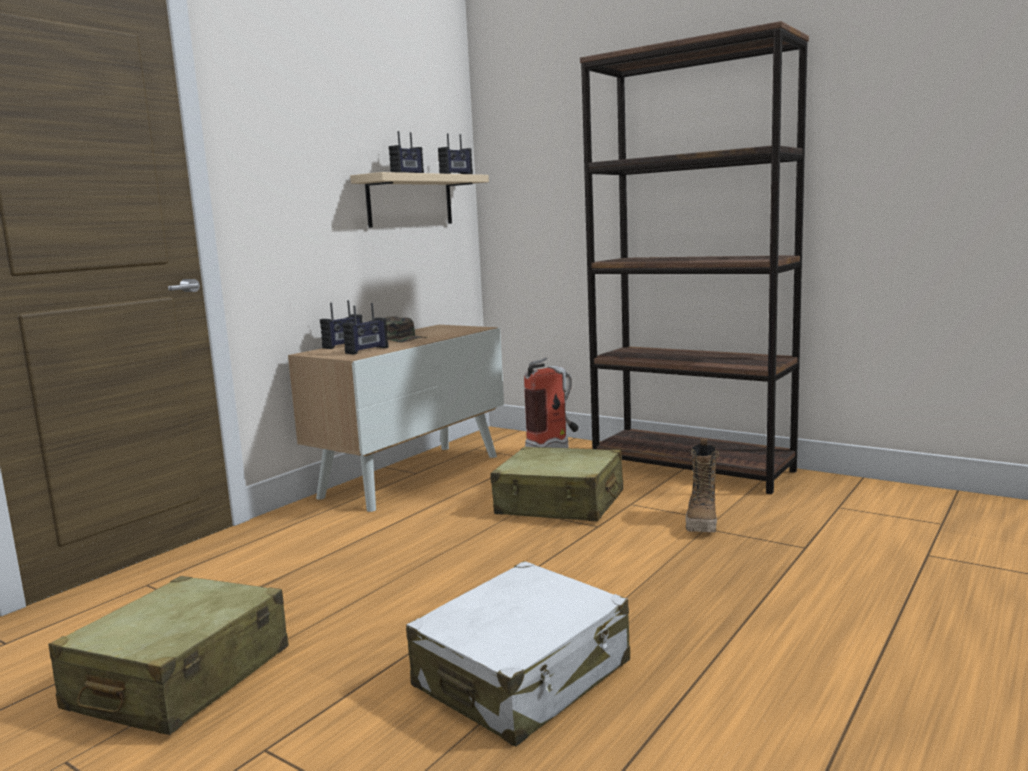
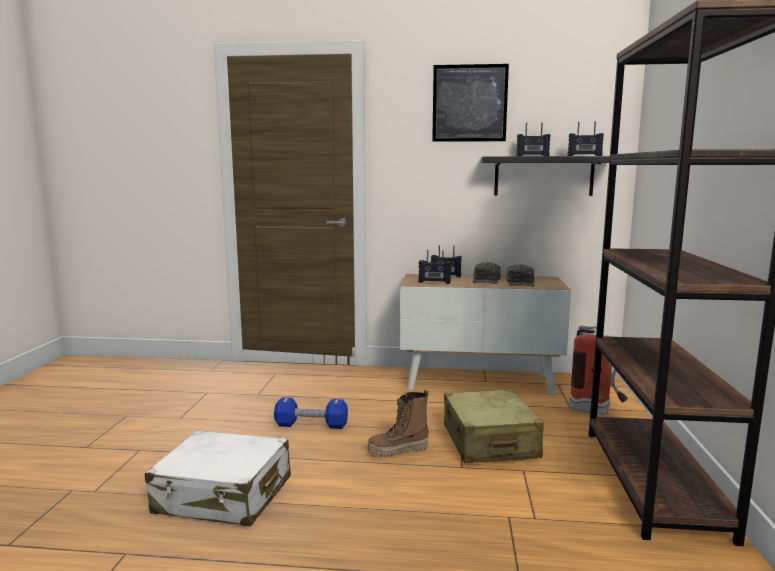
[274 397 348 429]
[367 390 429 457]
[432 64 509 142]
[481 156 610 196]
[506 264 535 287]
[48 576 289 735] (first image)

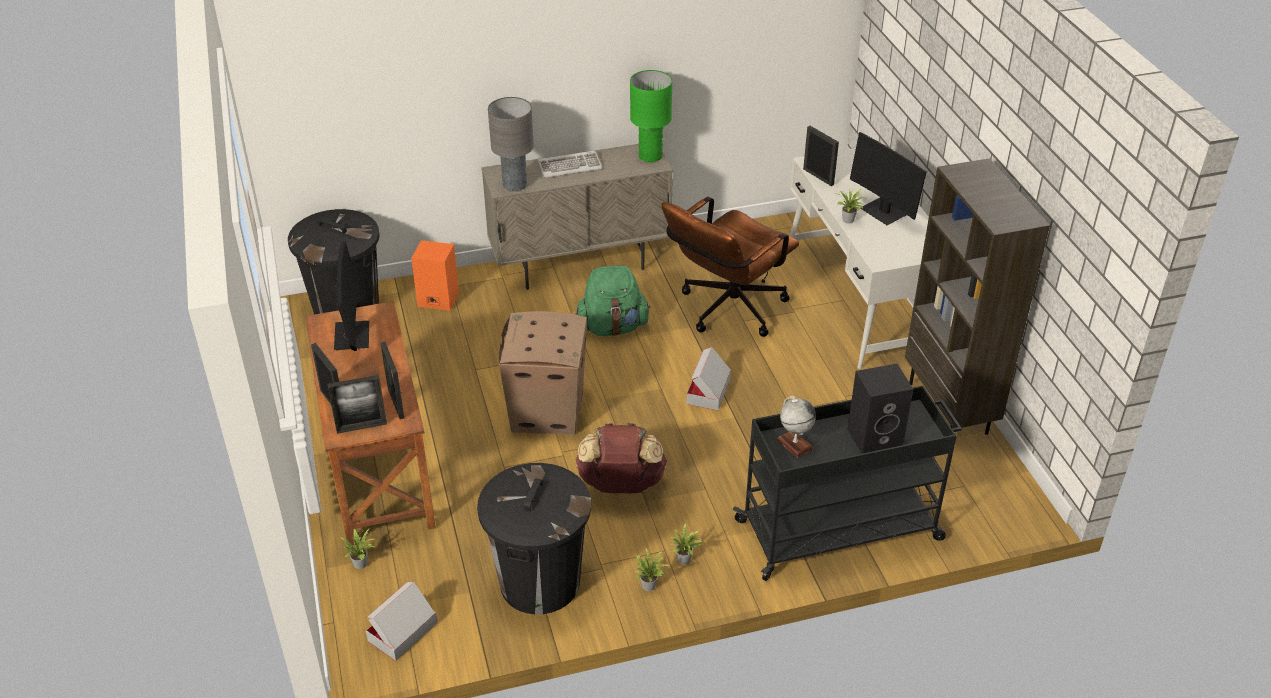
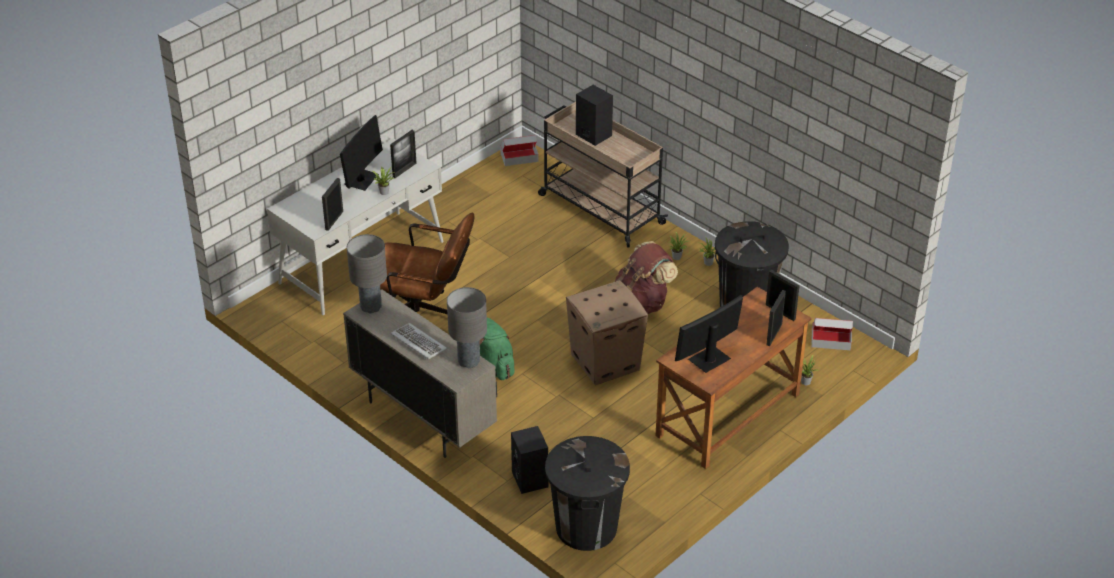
[347 234 387 314]
[390 130 417 178]
[500 135 539 166]
[511 426 548 494]
[538 102 668 248]
[777 396 816 458] (first image)
[905 158 1050 435] (first image)

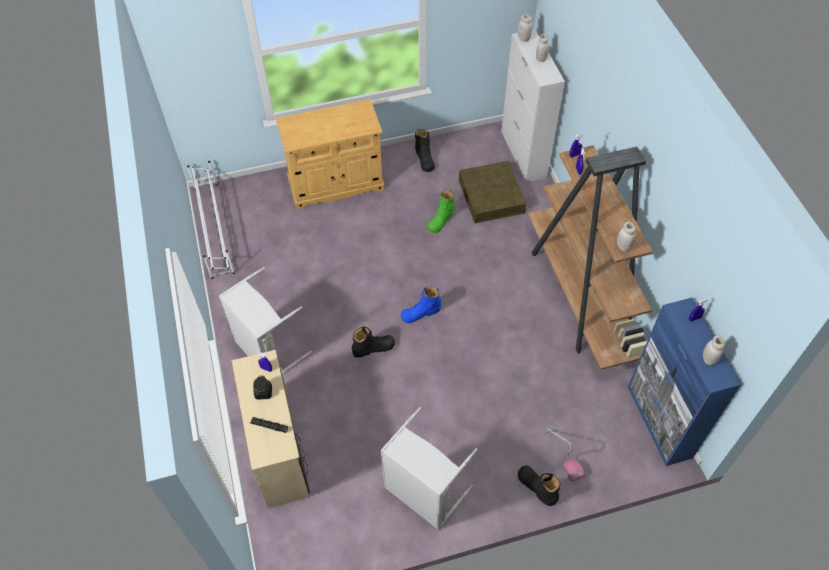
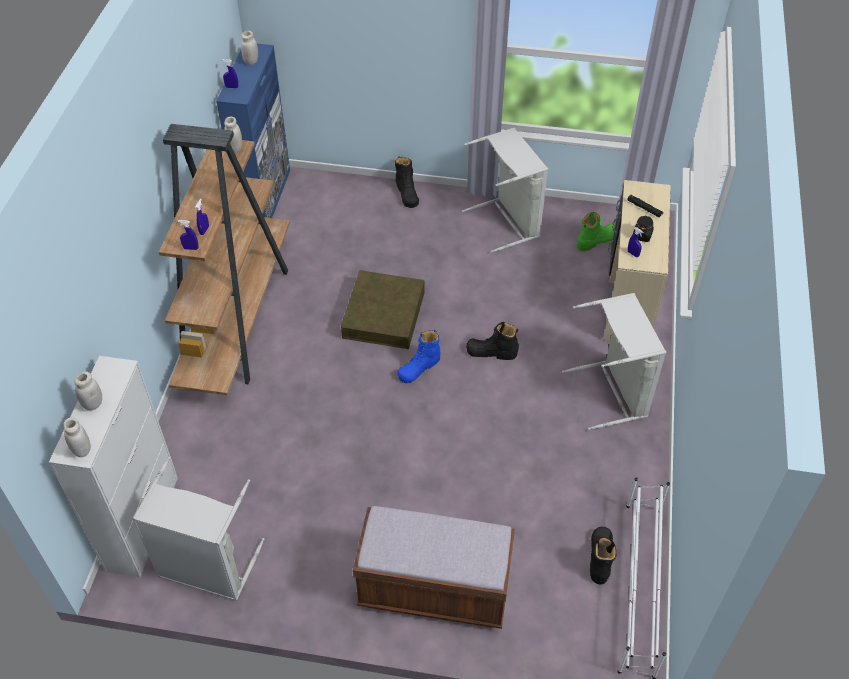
[132 457 265 601]
[341 270 424 349]
[353 506 515 629]
[397 330 440 383]
[577 212 615 251]
[590 527 616 585]
[541 424 585 482] (first image)

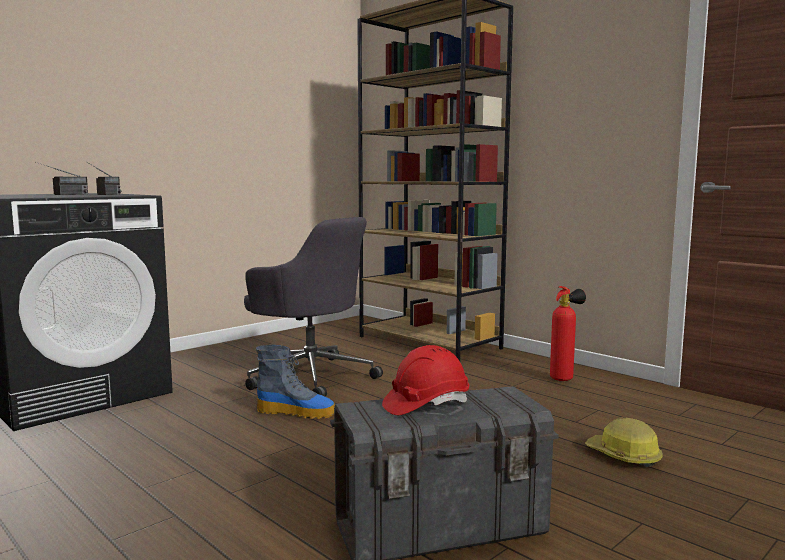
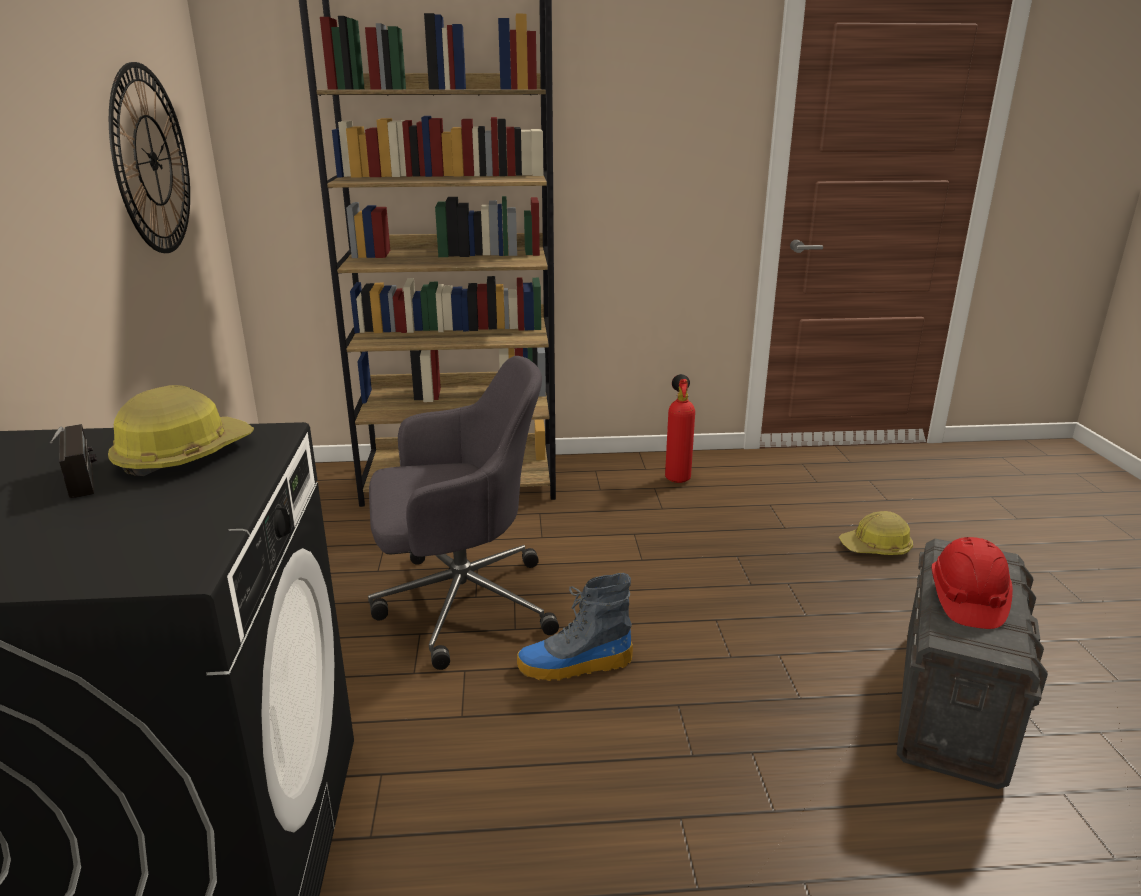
[108 385 254 476]
[109 62 190 253]
[517 573 633 681]

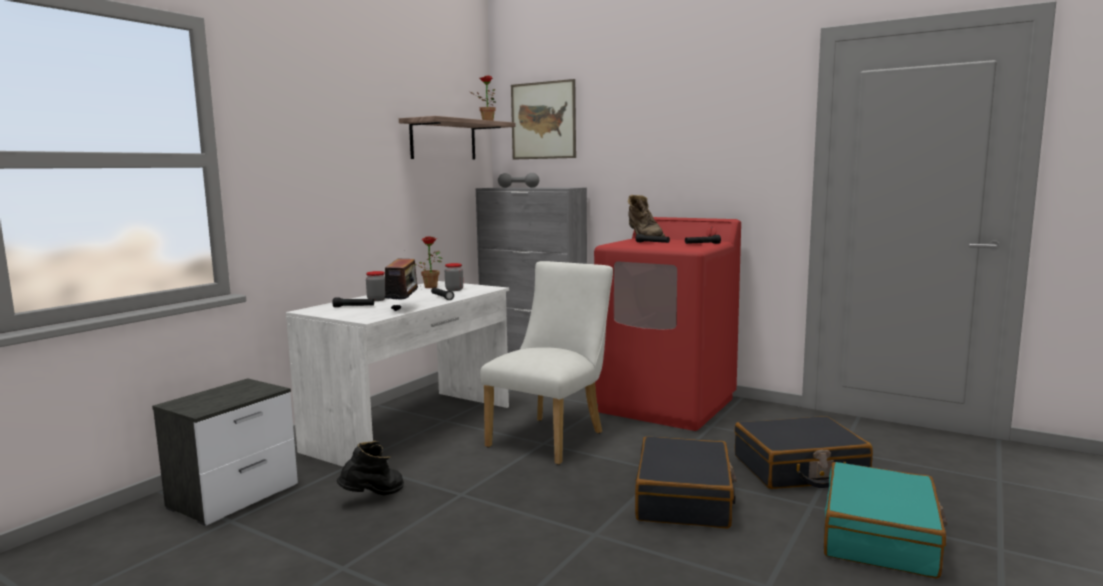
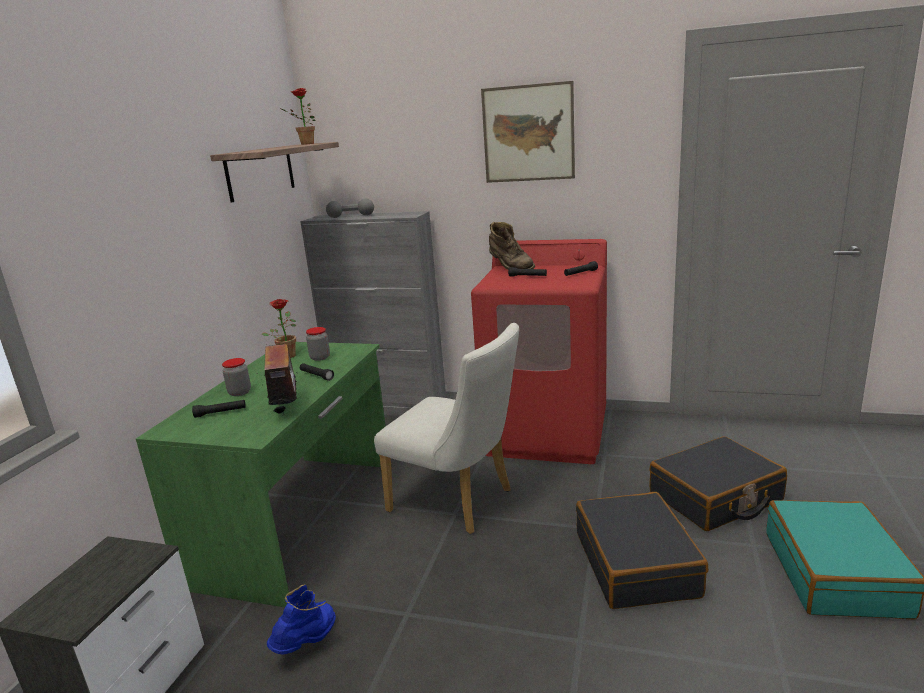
[136 342 386 607]
[267 584 336 654]
[374 323 519 534]
[481 81 575 183]

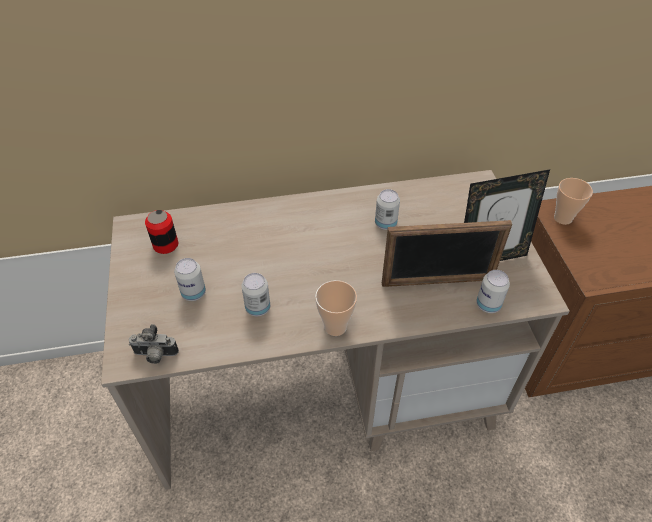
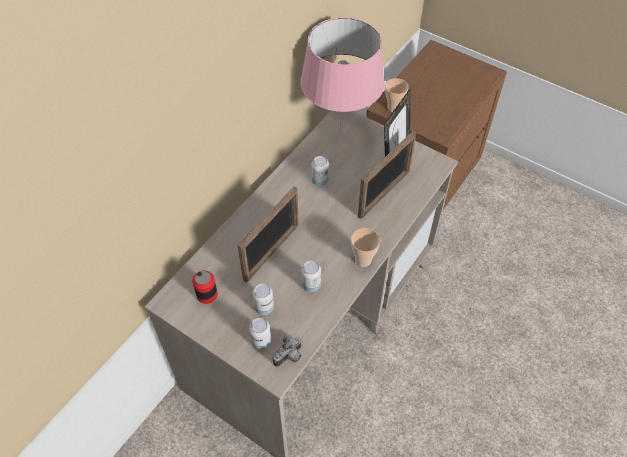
[238 186 299 283]
[249 318 271 350]
[300 17 385 135]

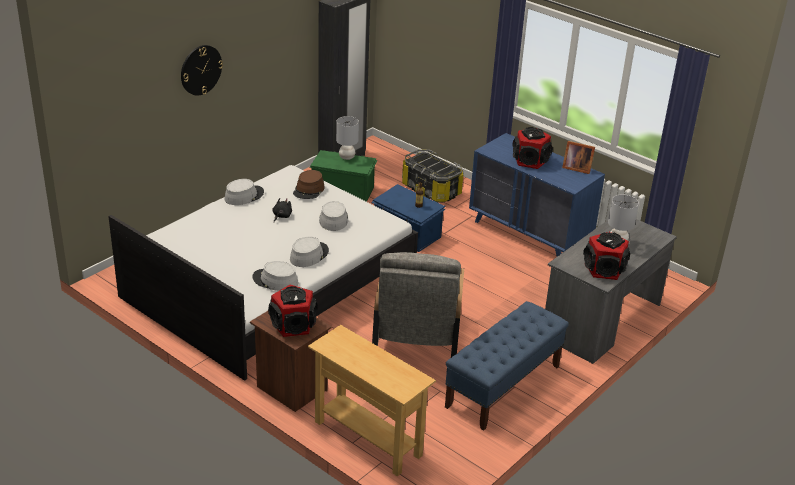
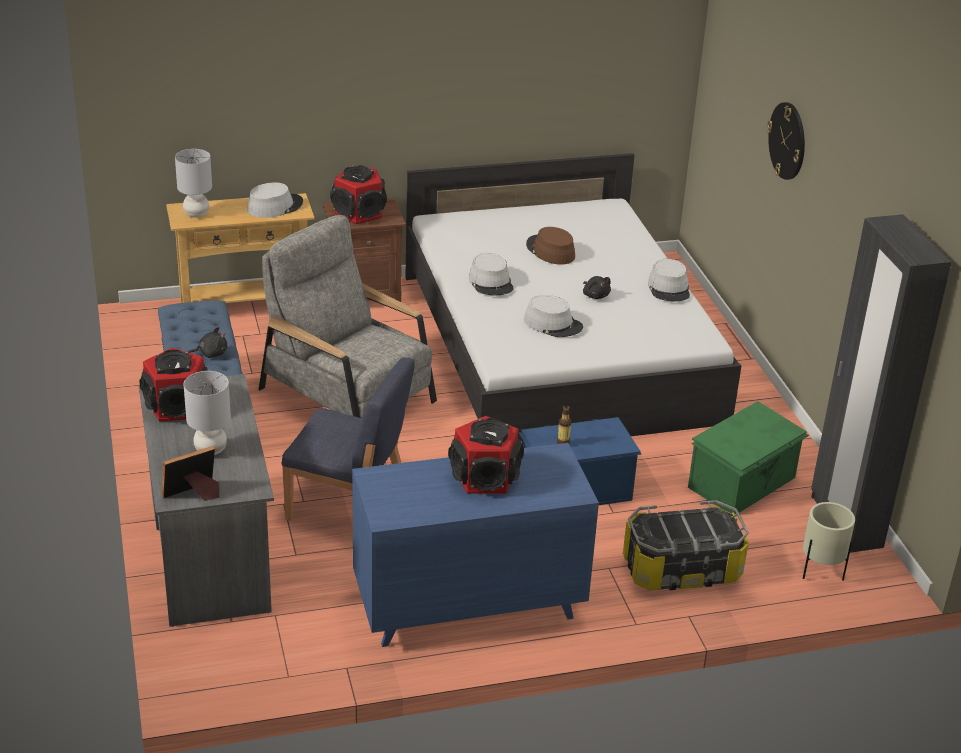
[162 446 219 501]
[175 149 212 218]
[188 327 227 358]
[247 182 303 218]
[282 357 415 520]
[526 227 575 265]
[803 502 855 581]

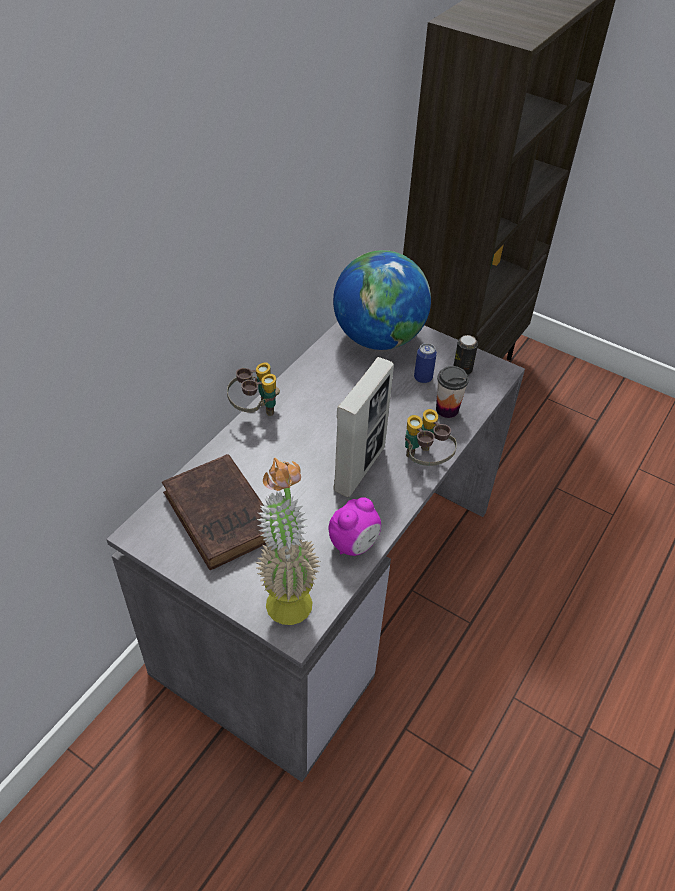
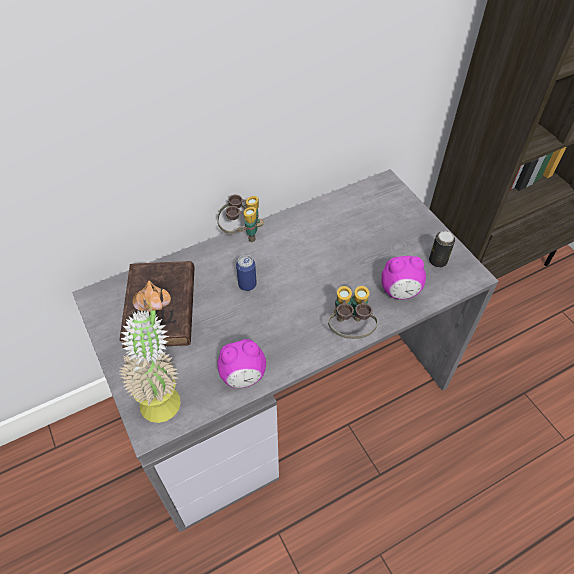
[236 255 257 291]
[381 256 426 299]
[333 250 431 350] (first image)
[333 357 394 497] (first image)

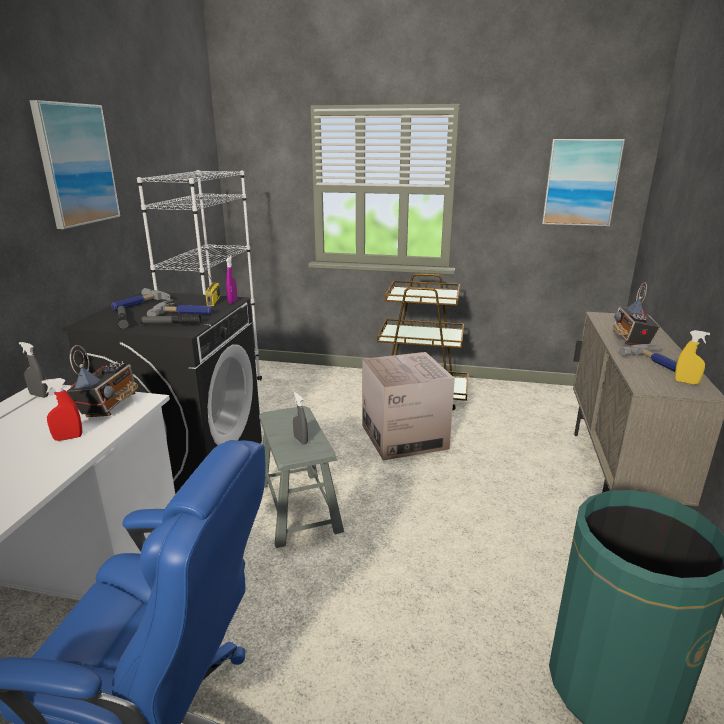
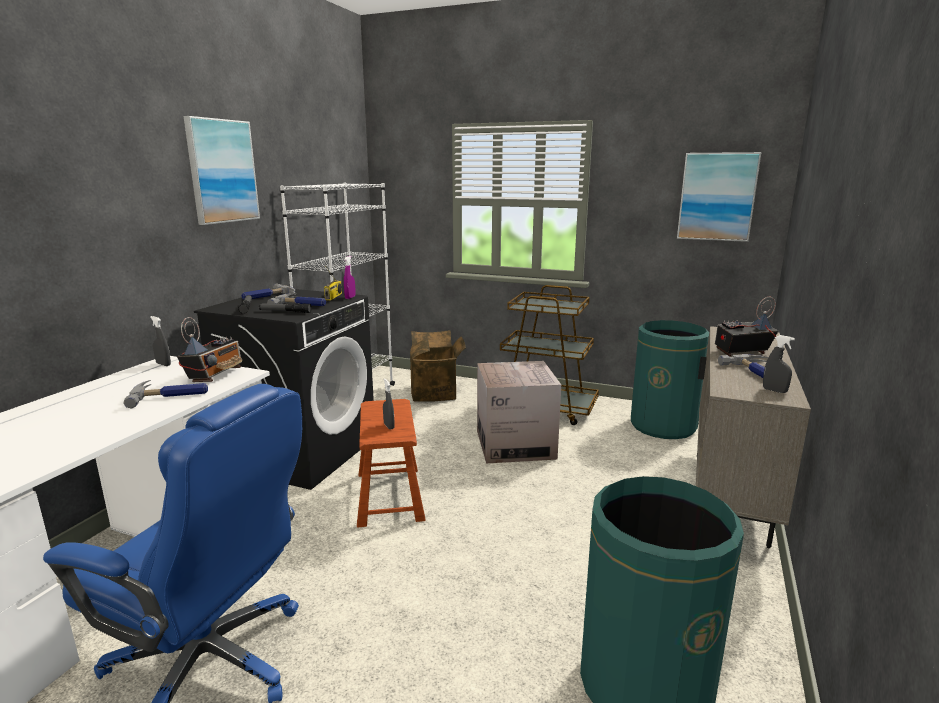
[123 380 208 409]
[357 399 426 528]
[410 330 466 401]
[631 320 709 439]
[715 297 778 356]
[763 335 795 393]

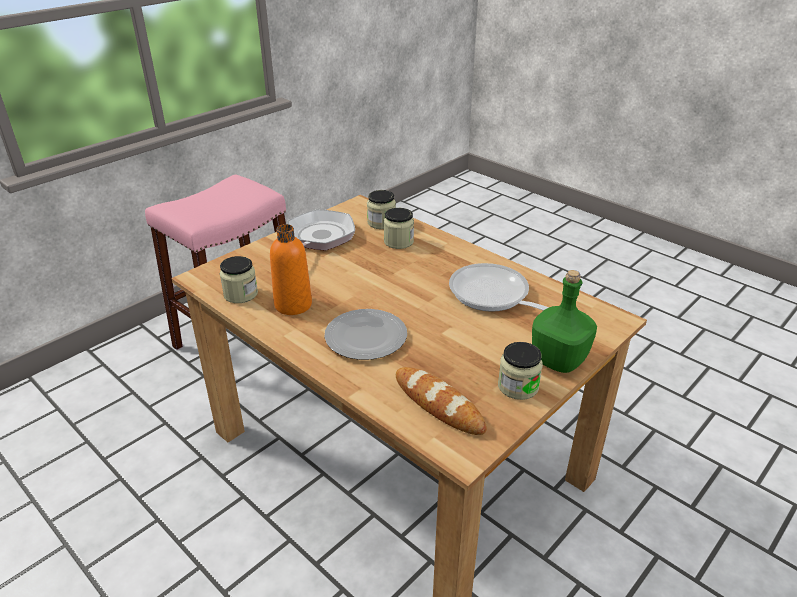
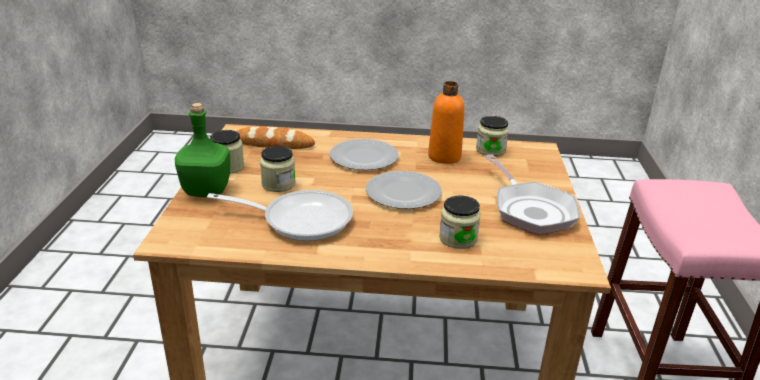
[260 146 296 192]
[366 171 442 209]

